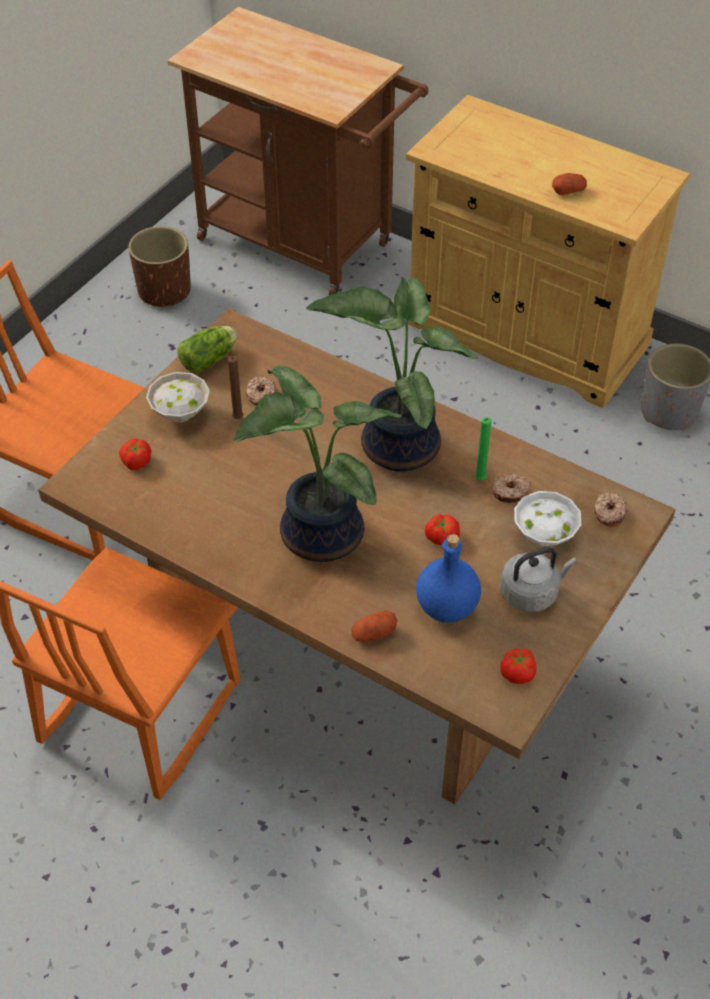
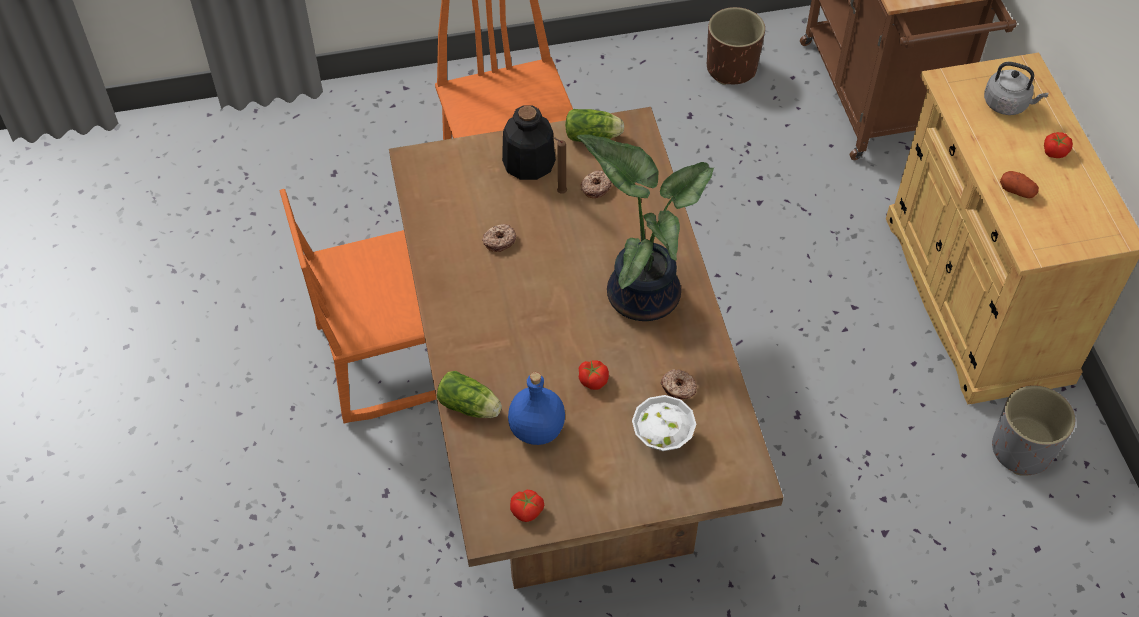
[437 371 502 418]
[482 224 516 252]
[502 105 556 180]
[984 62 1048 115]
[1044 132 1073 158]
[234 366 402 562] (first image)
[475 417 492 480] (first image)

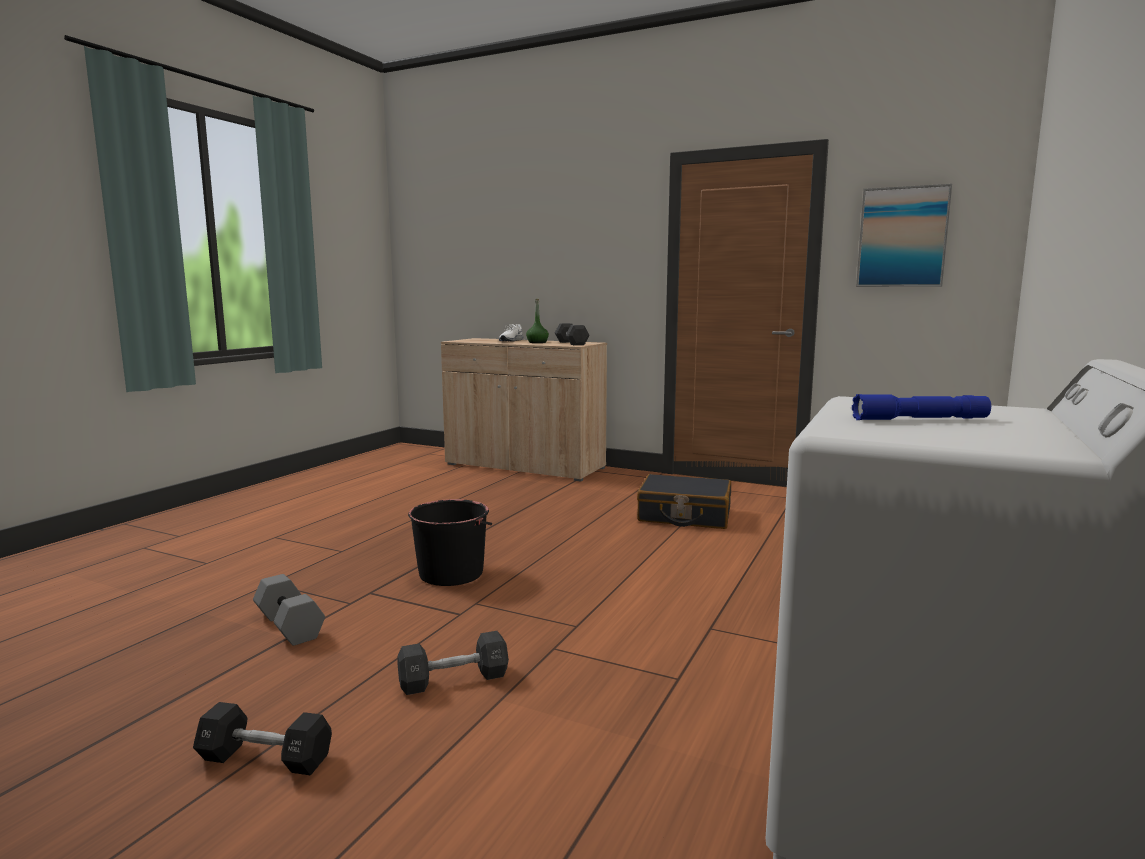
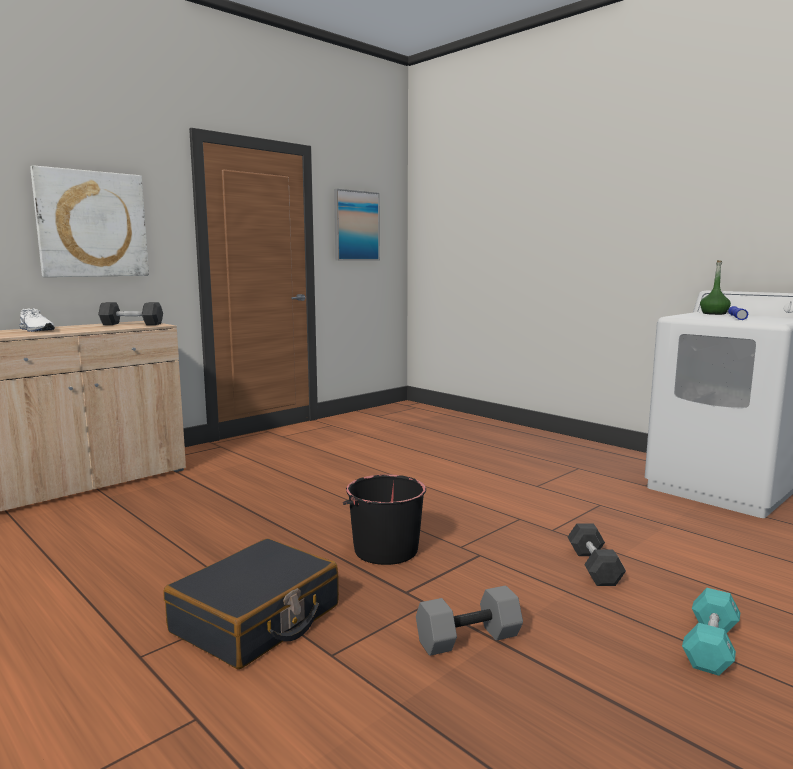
[30 165 149 277]
[164 539 339 669]
[682 588 740 676]
[700 260 731 315]

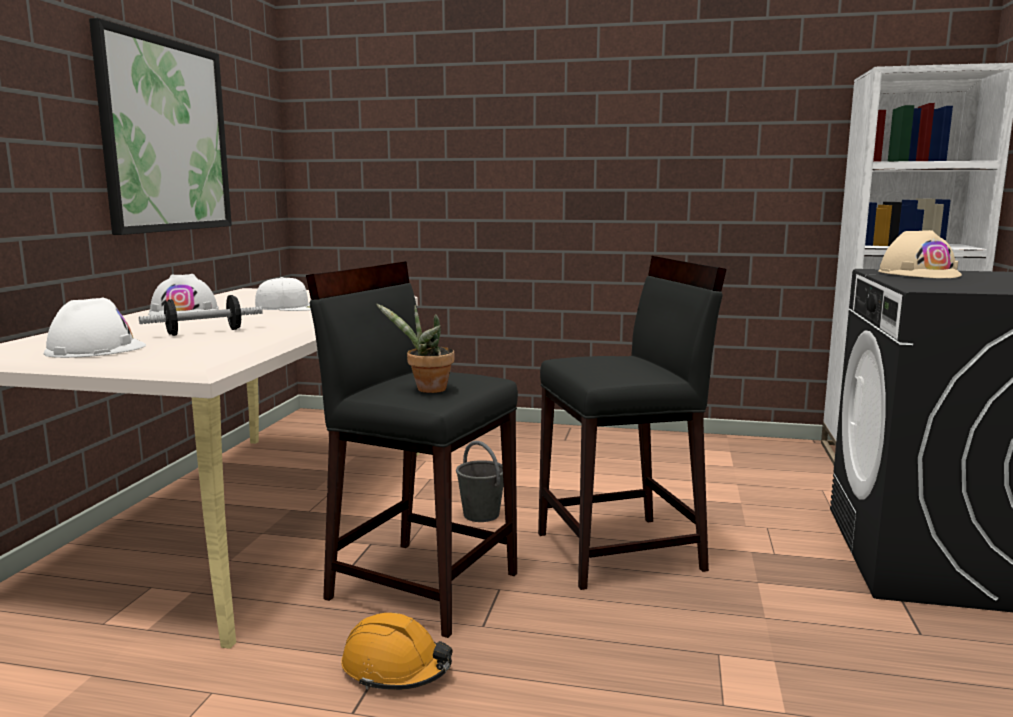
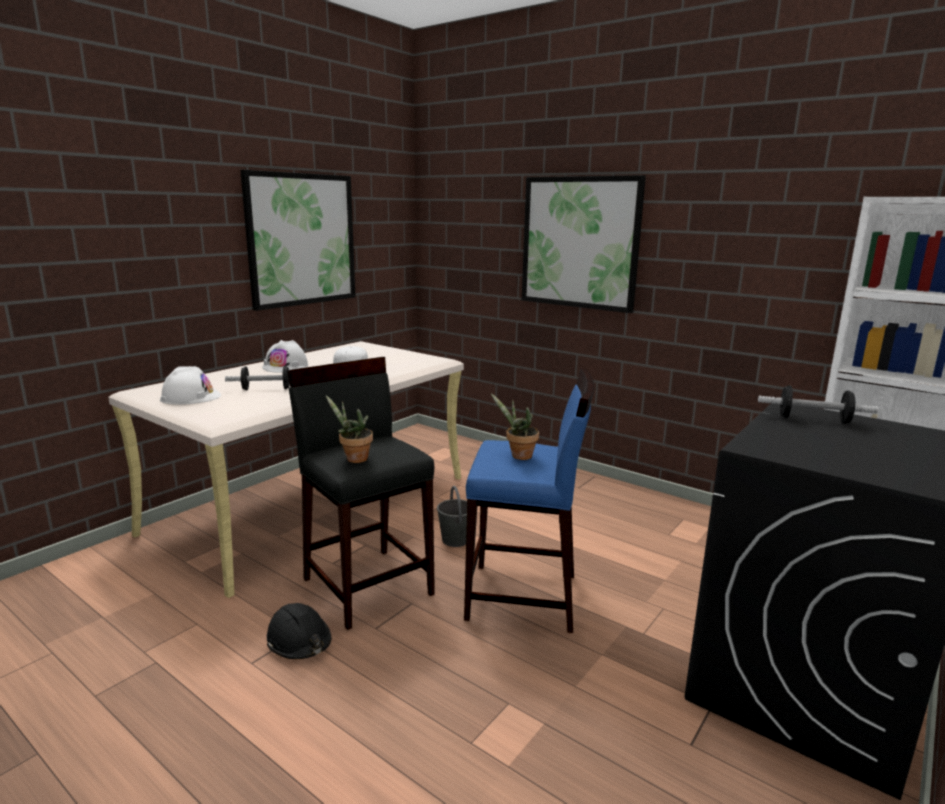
[267 603 331 659]
[464 369 595 633]
[491 394 539 460]
[522 175 646 313]
[758 385 878 424]

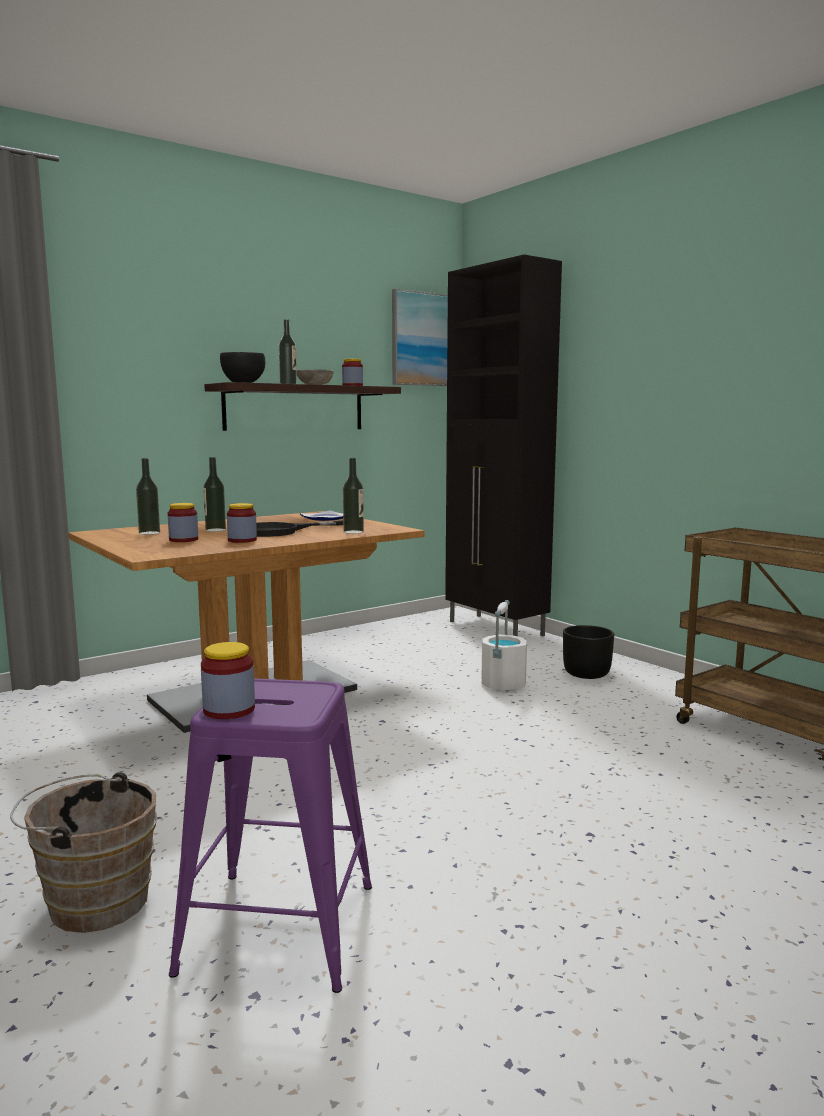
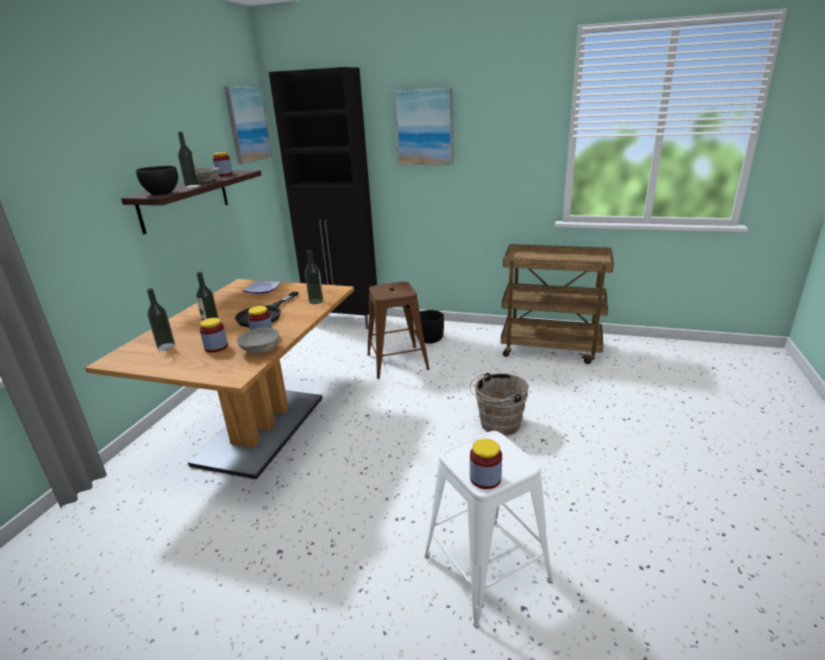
[237 328 279 353]
[367 281 430 379]
[394 87 453 165]
[424 431 553 628]
[469 373 529 436]

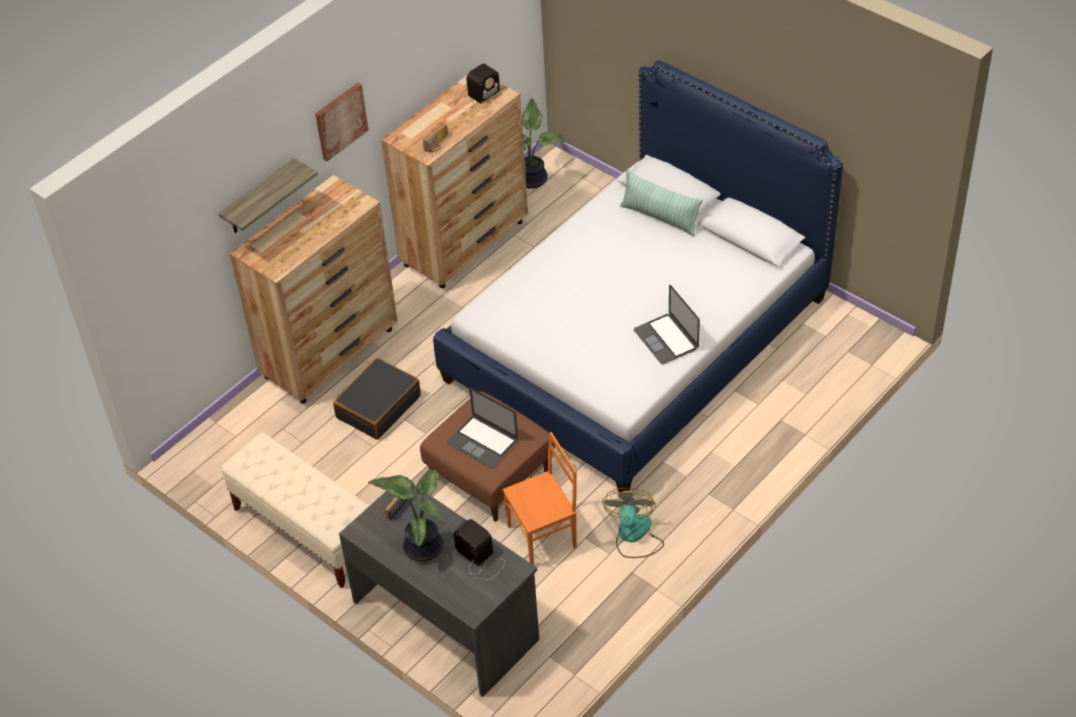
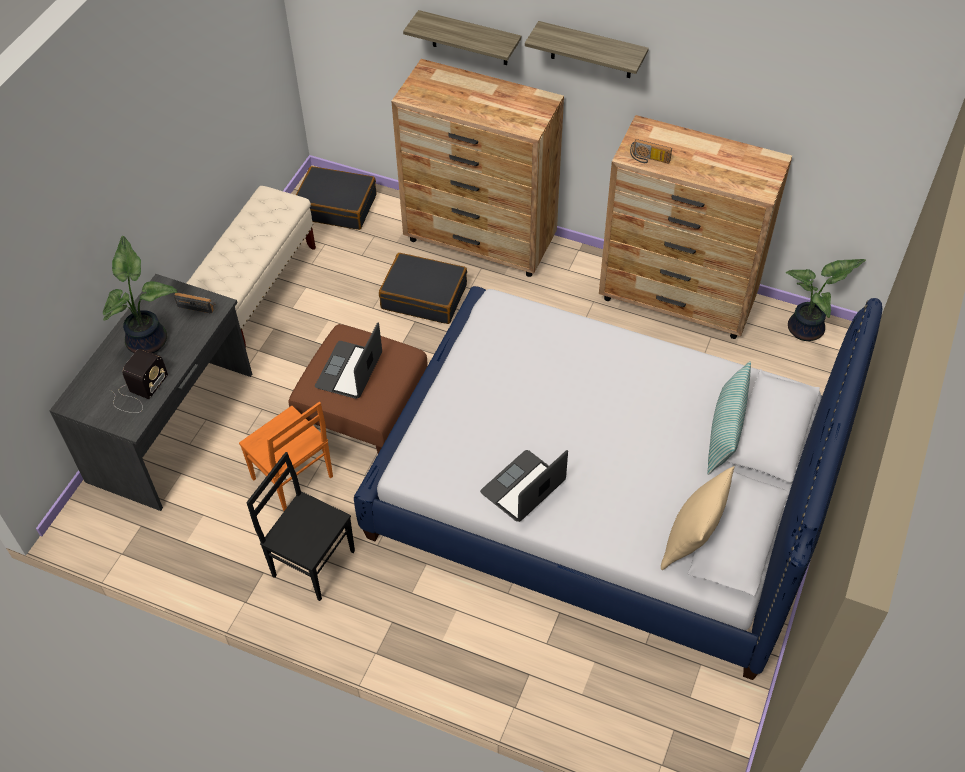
[246 452 355 601]
[296 166 376 230]
[525 21 649 78]
[661 466 735 570]
[454 63 500 110] (first image)

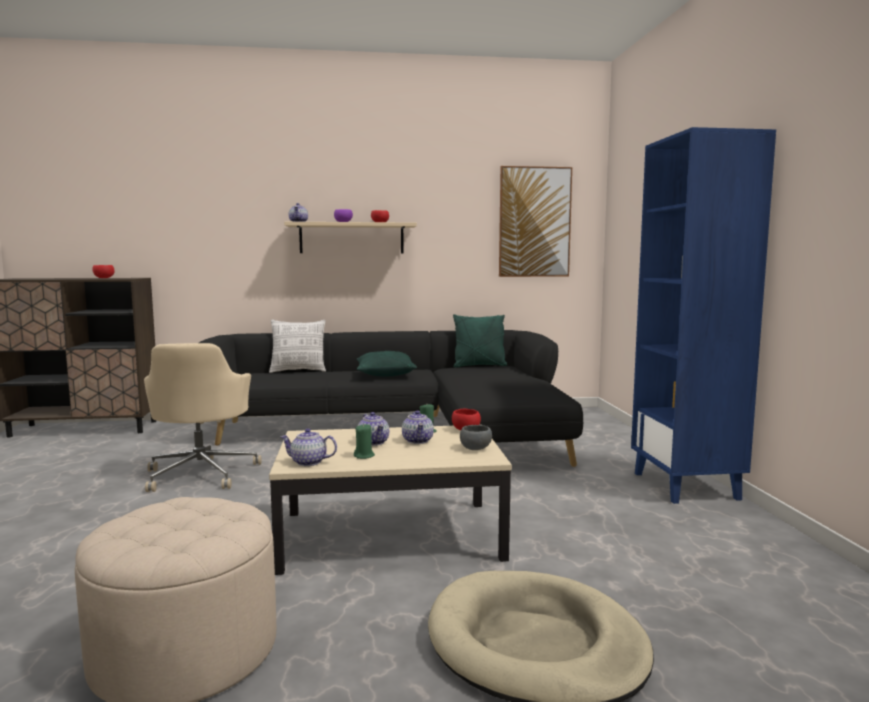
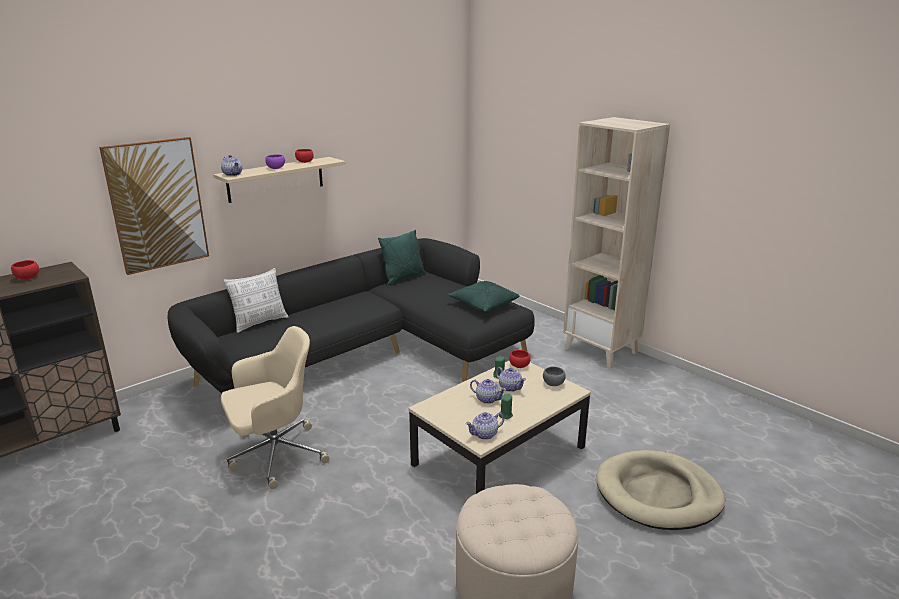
[99 137 209 275]
[221 326 330 489]
[448 281 520 312]
[563 117 670 369]

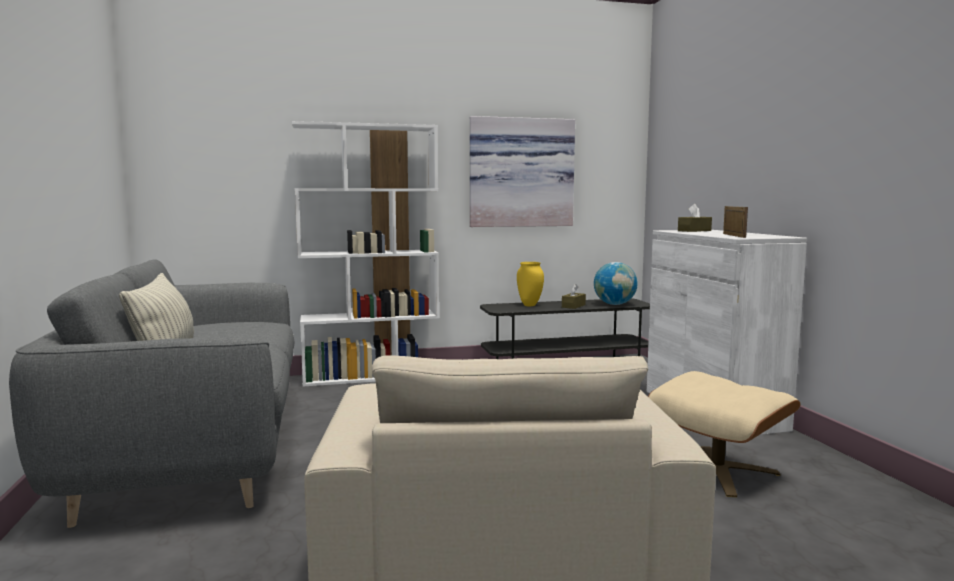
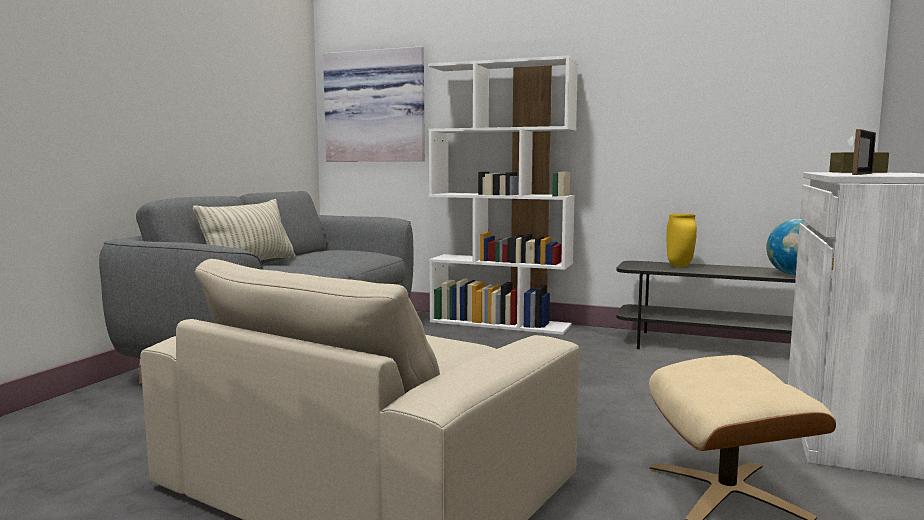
[323 47 425 161]
[562 284 586 309] (first image)

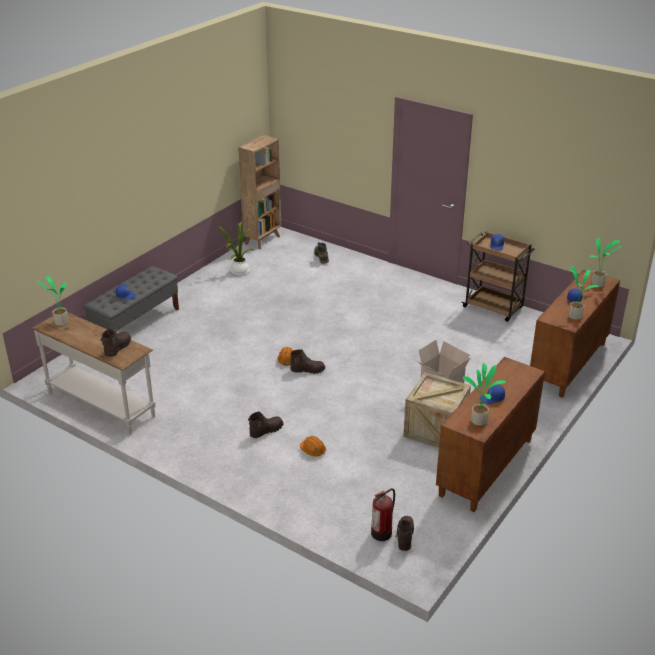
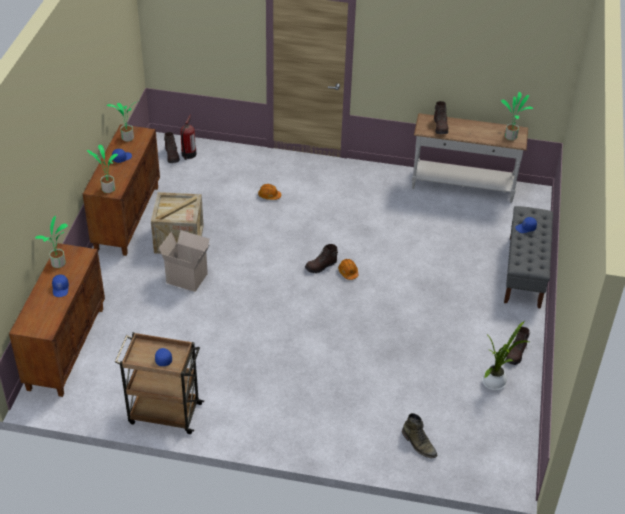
[87 145 118 193]
[505 327 530 365]
[238 135 281 249] (first image)

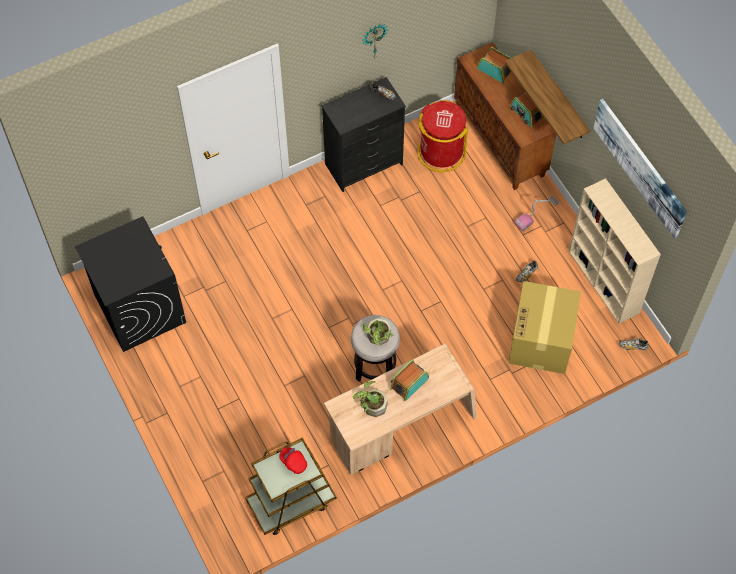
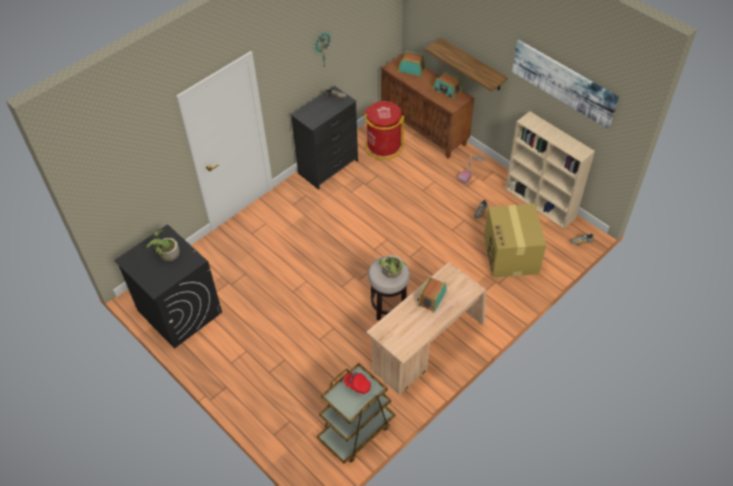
[147 230 180 261]

